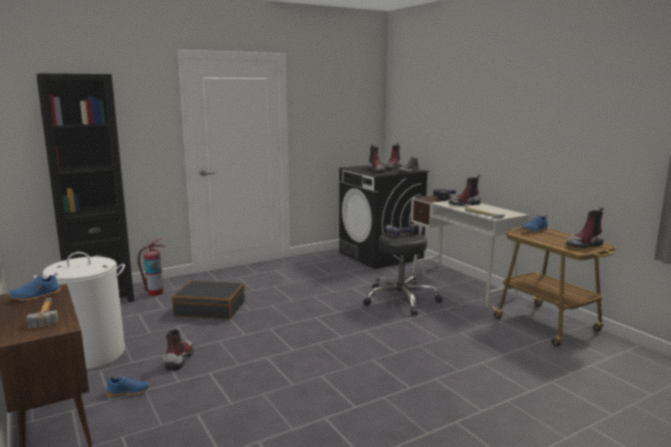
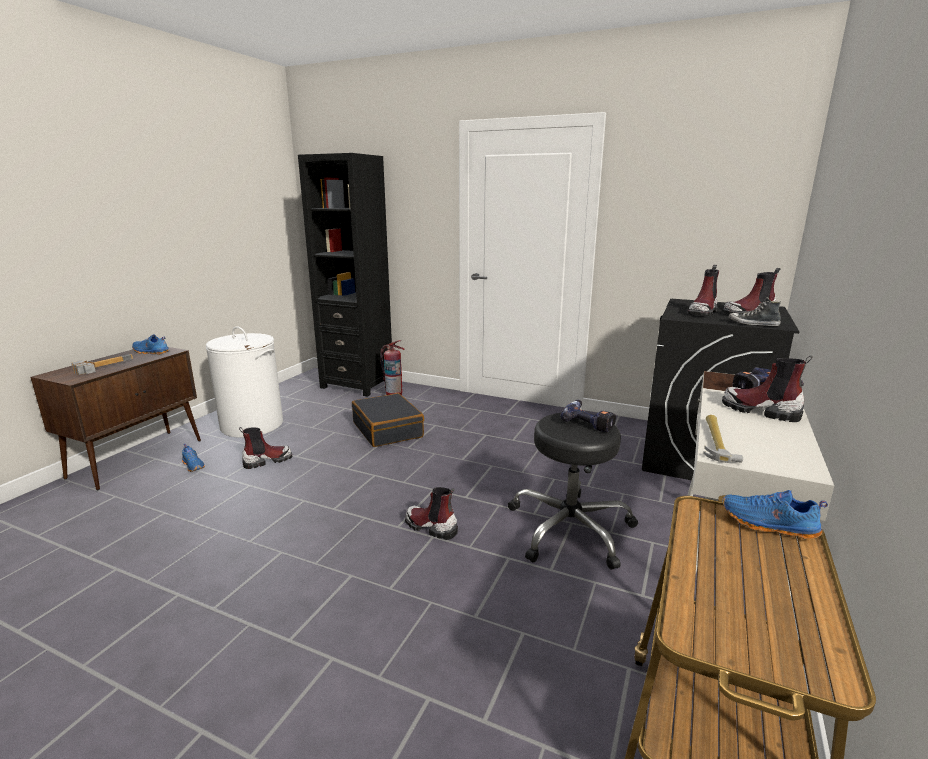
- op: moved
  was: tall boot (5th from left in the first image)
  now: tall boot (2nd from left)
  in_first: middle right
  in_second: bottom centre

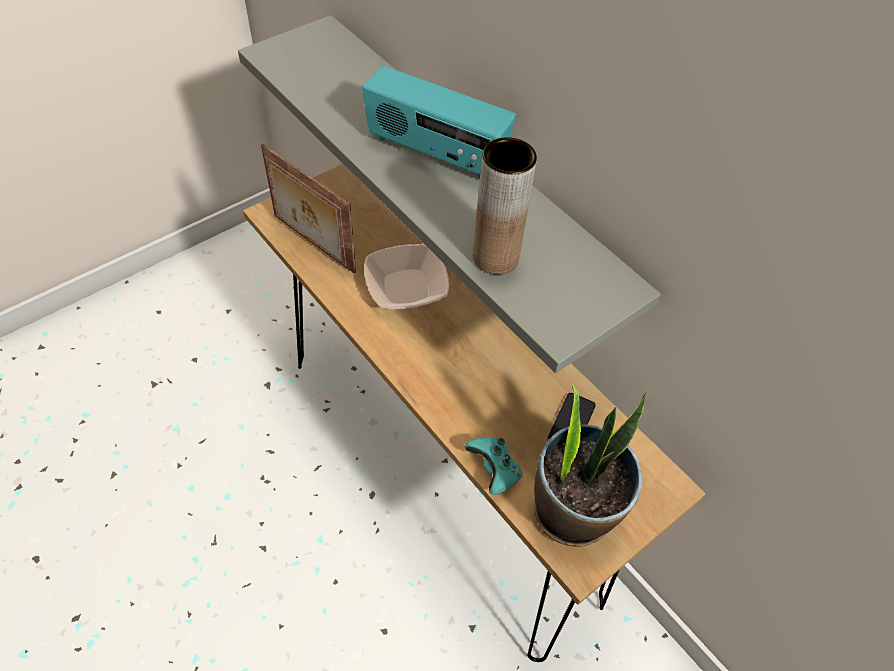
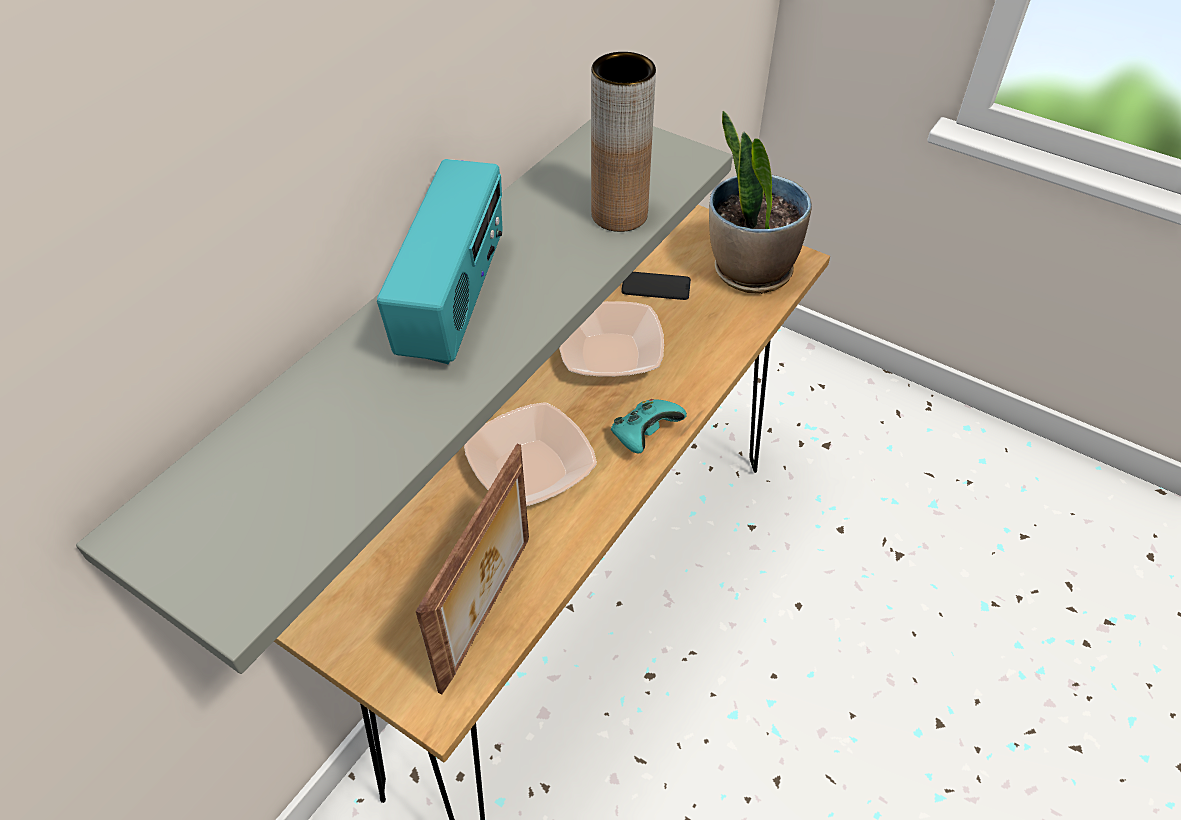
- op: moved
  was: turquoise gamepad
  in_first: bottom centre
  in_second: centre
- op: added
  now: serving bowl (2nd from left)
  in_second: centre

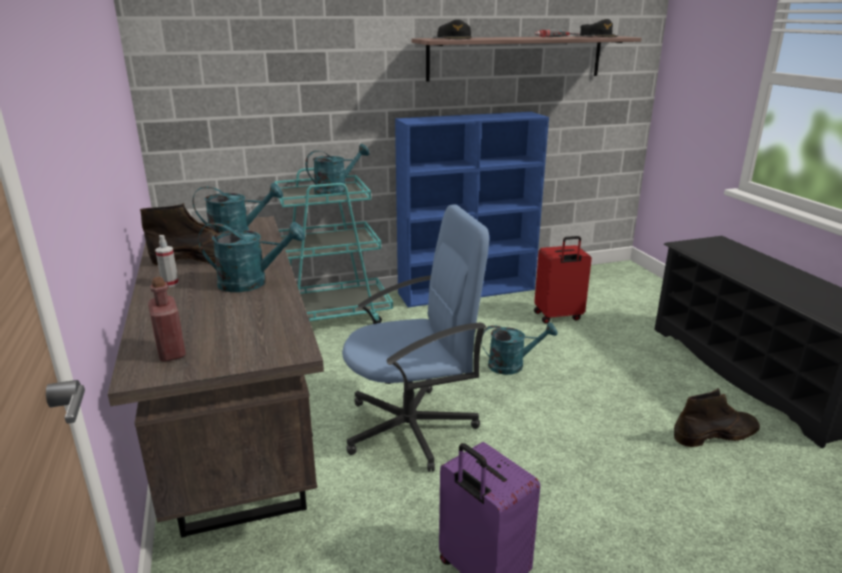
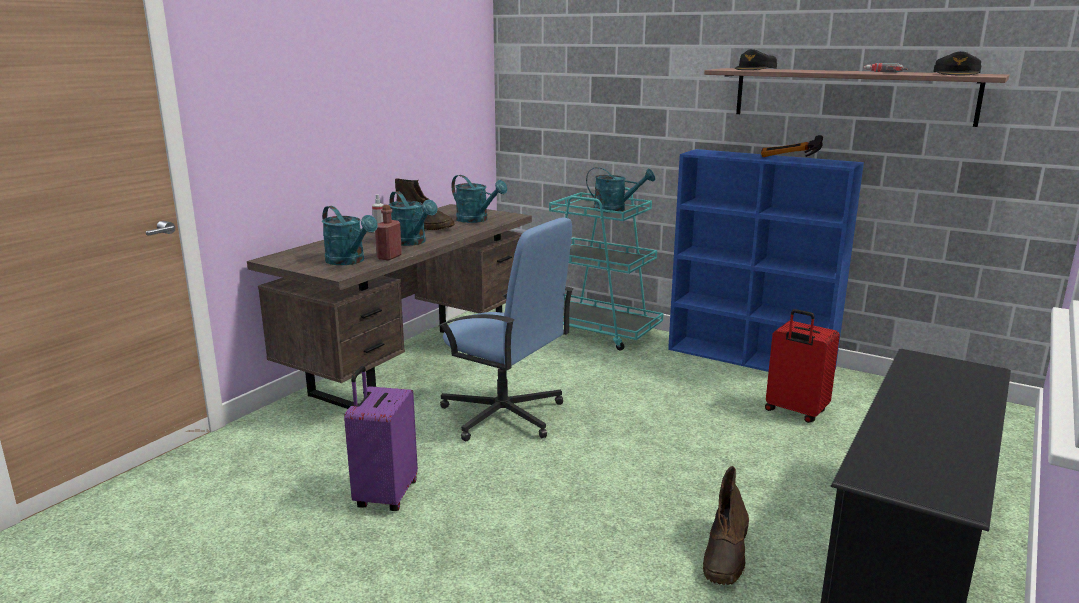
- op: moved
  was: reddish bottle
  in_first: middle left
  in_second: centre
- op: moved
  was: turquoise watering can (4th from left in the first image)
  now: turquoise watering can (1st from left)
  in_first: centre
  in_second: middle left
- op: turned
  was: brown-coloured tall boot (2nd from left)
  in_first: bottom right
  in_second: bottom right
  clockwise: 75
- op: added
  now: hammer
  in_second: top right

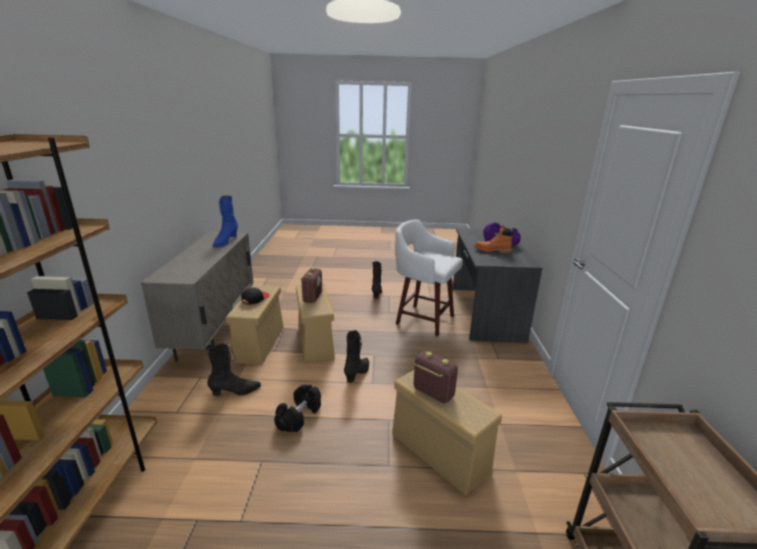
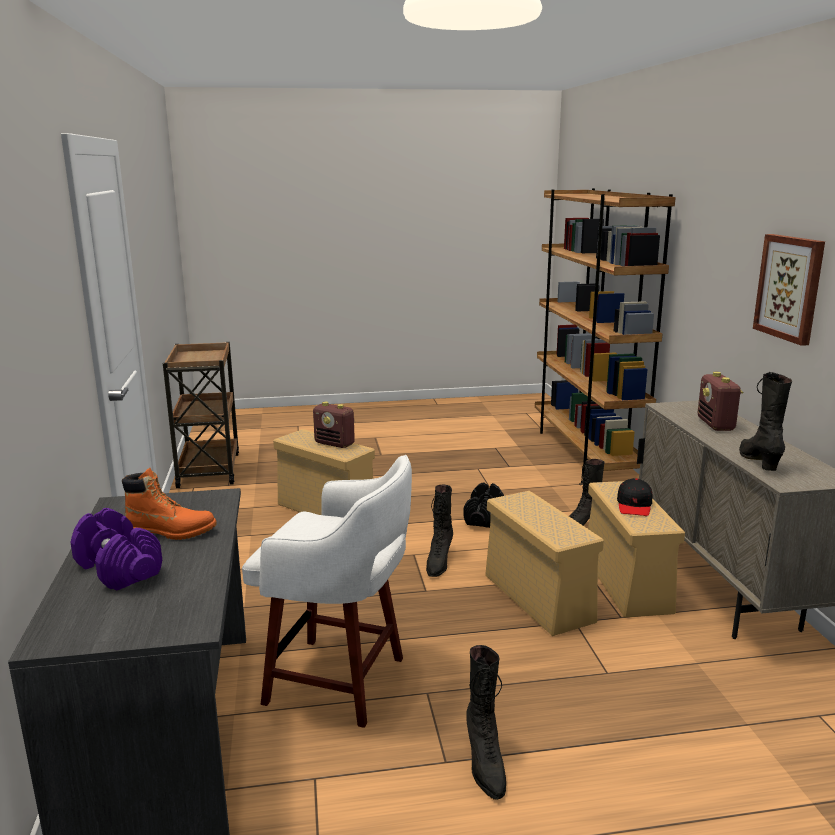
- op: recoloured
  was: blue tall boot
  now: black-coloured tall boot (4th from left)
  in_first: middle left
  in_second: middle right
- op: moved
  was: radio set (1st from left in the first image)
  now: radio set (2nd from left)
  in_first: centre
  in_second: middle right
- op: added
  now: picture
  in_second: middle right

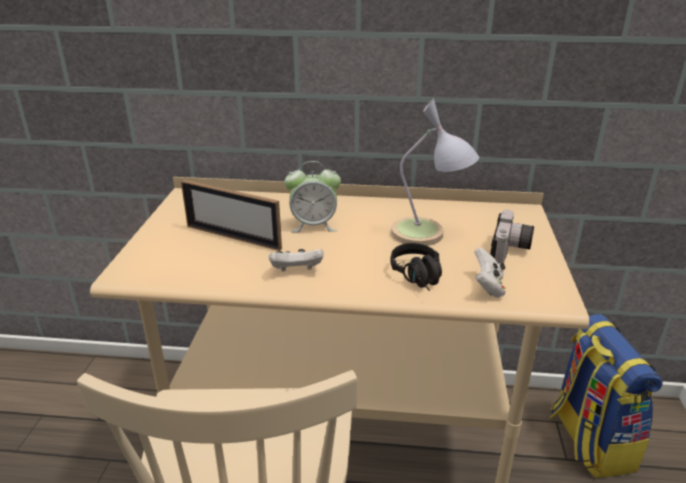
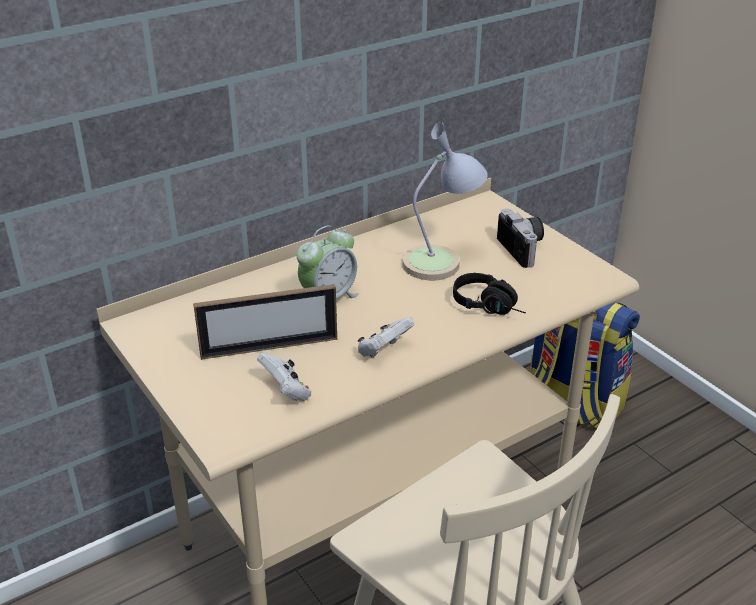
- op: moved
  was: white-coloured gamepad (2nd from left in the first image)
  now: white-coloured gamepad (1st from left)
  in_first: middle right
  in_second: centre

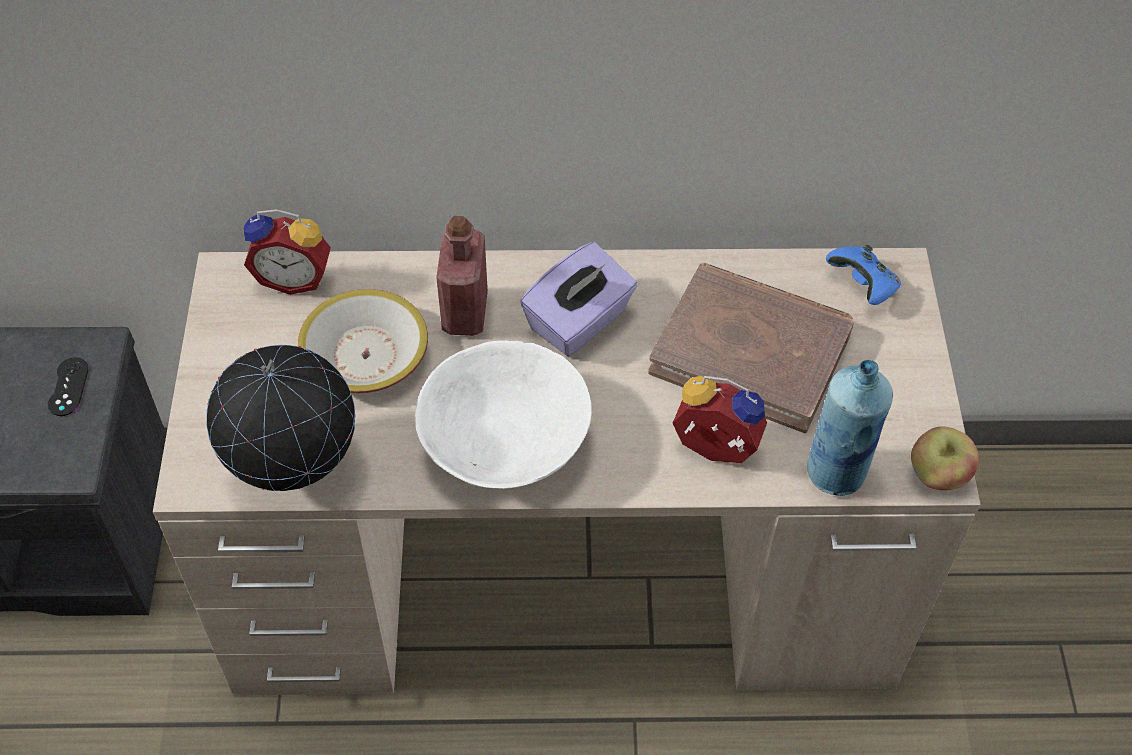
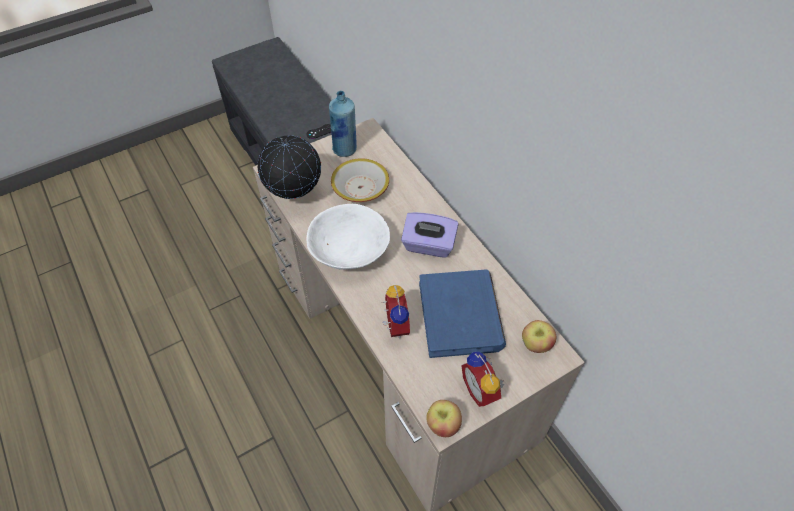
- op: moved
  was: bedside clock (1st from left in the first image)
  now: bedside clock (2nd from left)
  in_first: middle left
  in_second: bottom centre
- op: removed
  was: reddish bottle
  in_first: centre
- op: replaced
  was: blue gamepad
  now: whole apple (2nd from left)
  in_first: middle right
  in_second: middle right
- op: recoloured
  was: brown-coloured volume
  now: blue volume
  in_first: centre
  in_second: centre
- op: moved
  was: blue bottle
  in_first: middle right
  in_second: top centre

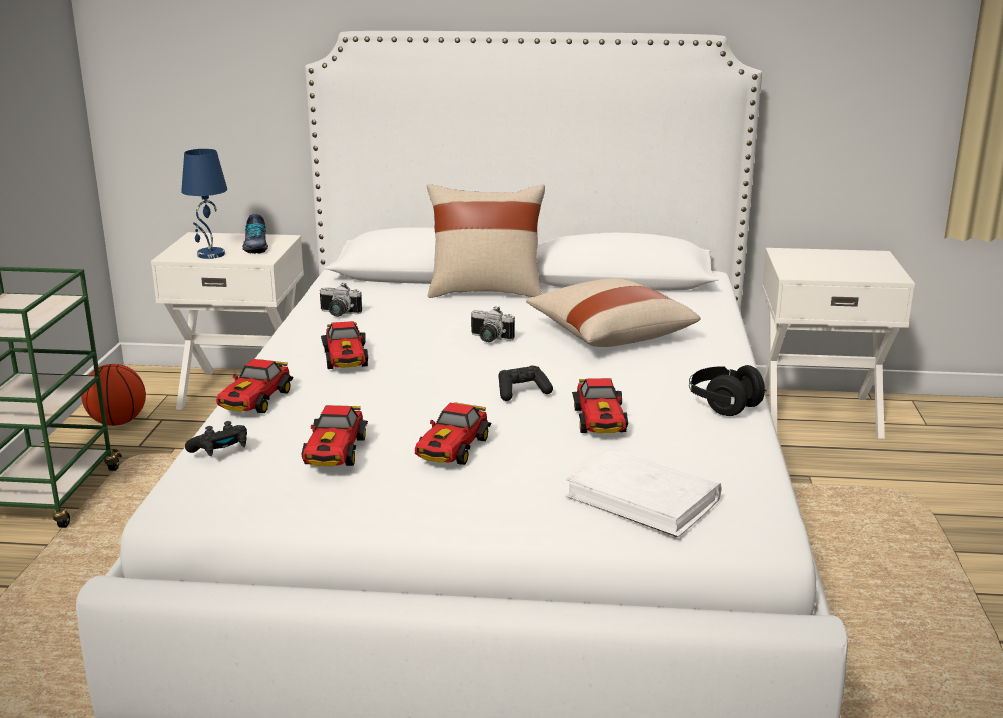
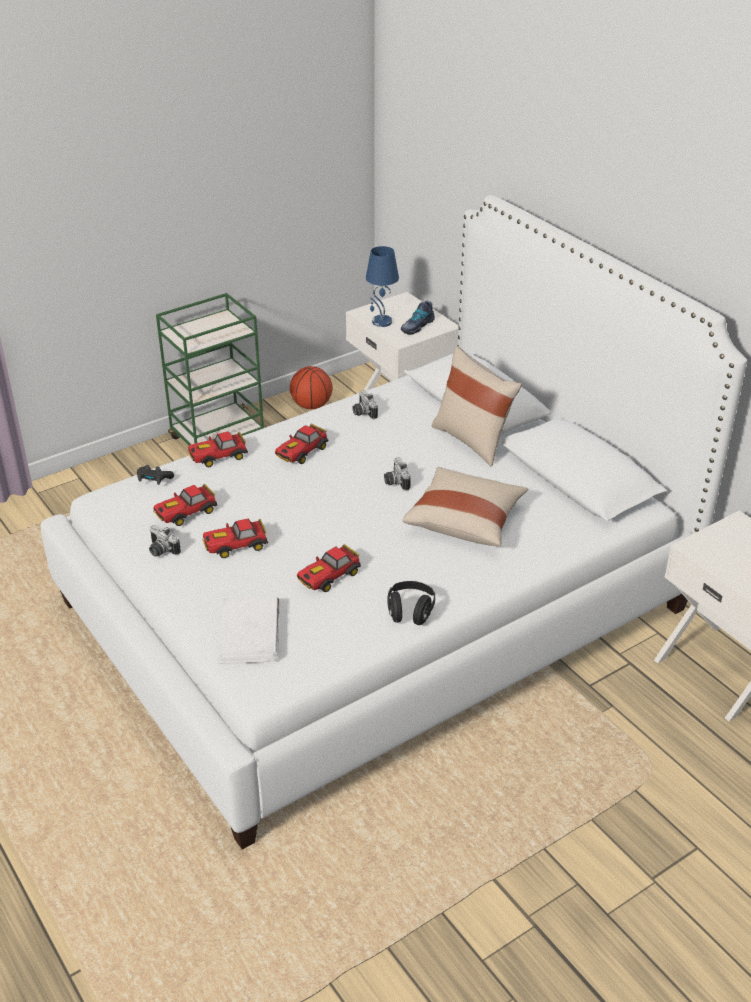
- op: removed
  was: black-coloured gamepad (2nd from left)
  in_first: centre
- op: added
  now: still camera (1st from left)
  in_second: middle left

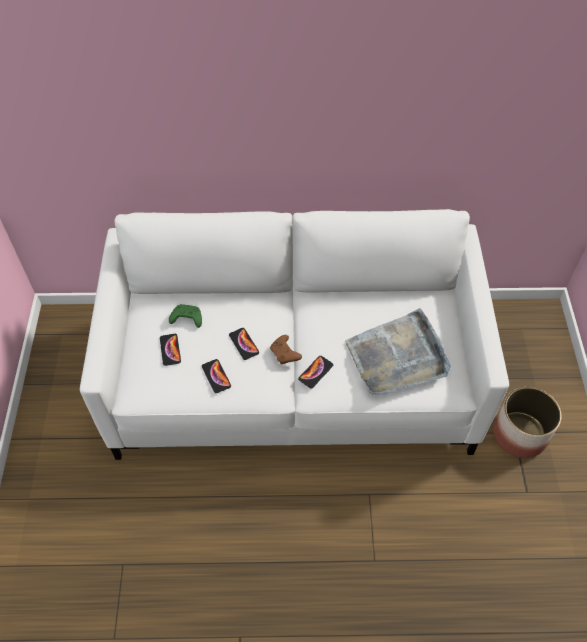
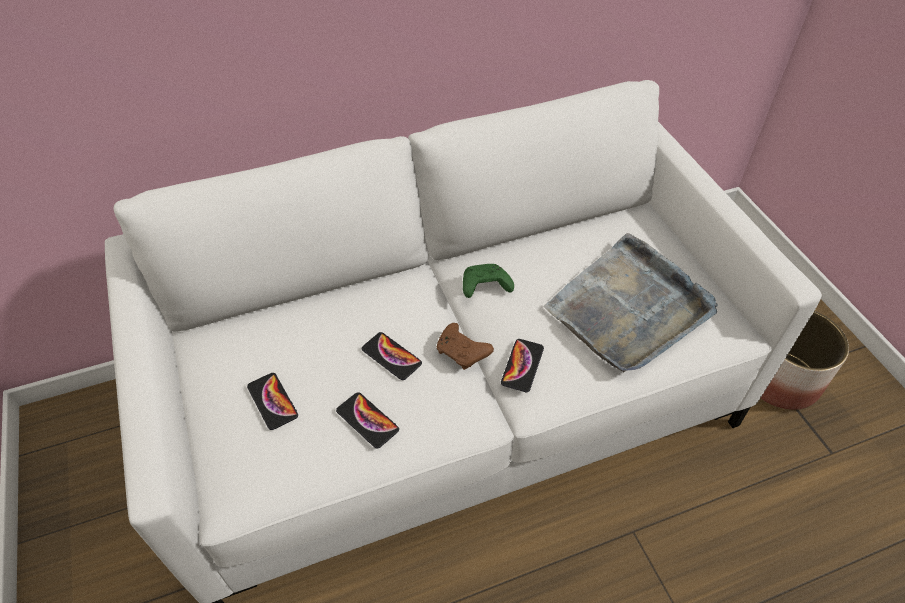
- op: moved
  was: green gamepad
  in_first: middle left
  in_second: centre

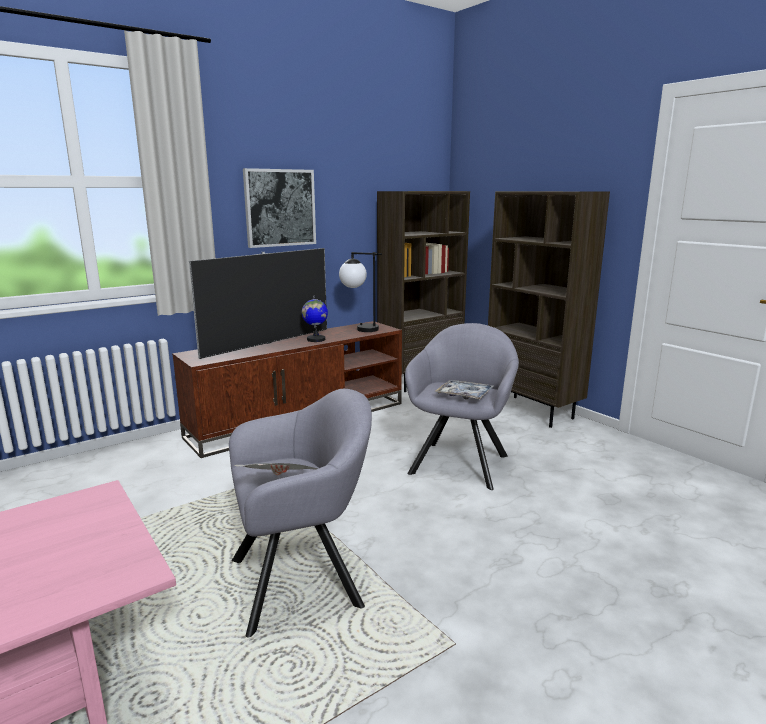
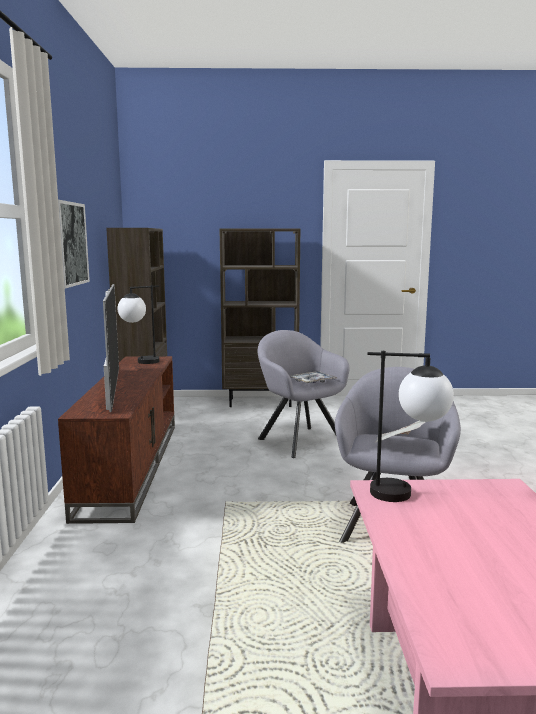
- op: removed
  was: globe
  in_first: centre
- op: added
  now: tabletop lamp (2nd from left)
  in_second: middle right

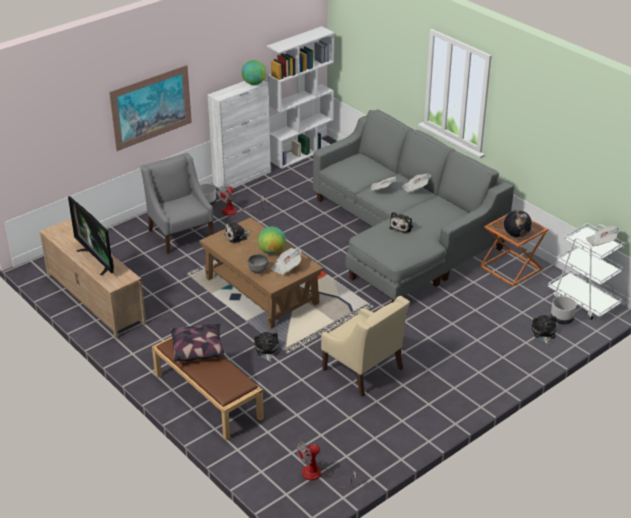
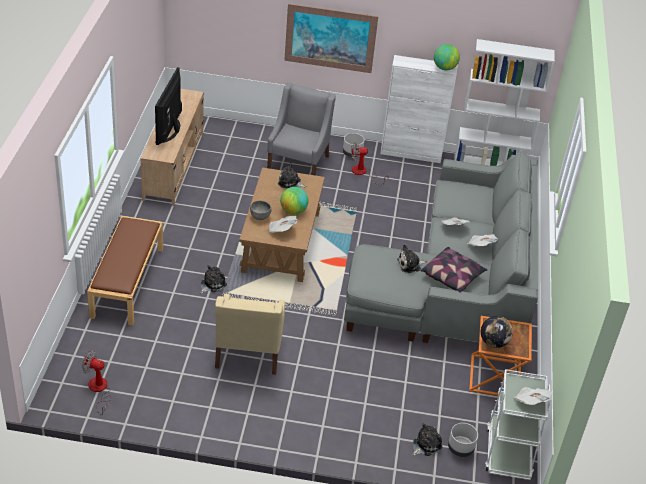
- op: moved
  was: pillow
  in_first: middle left
  in_second: middle right

